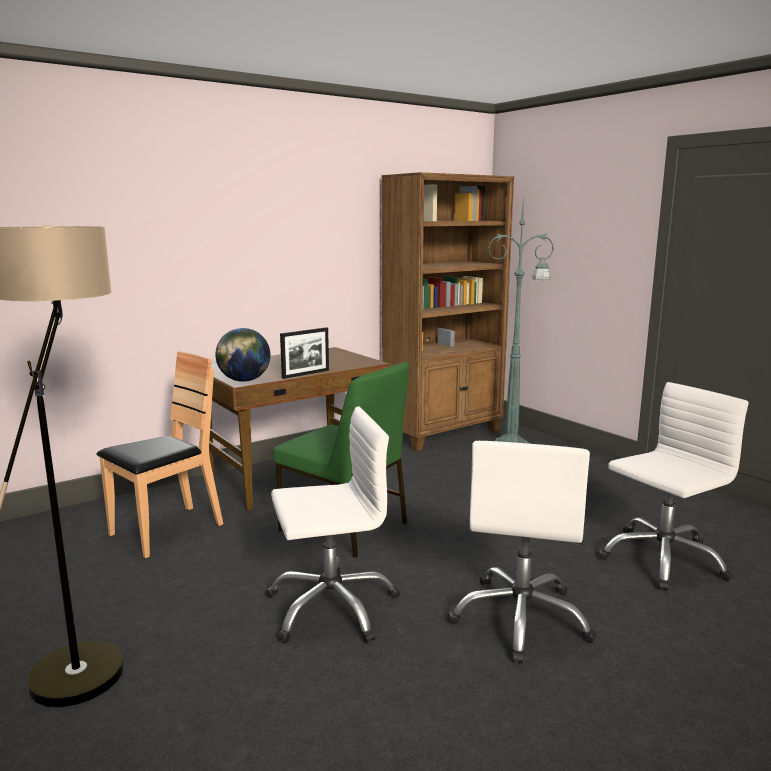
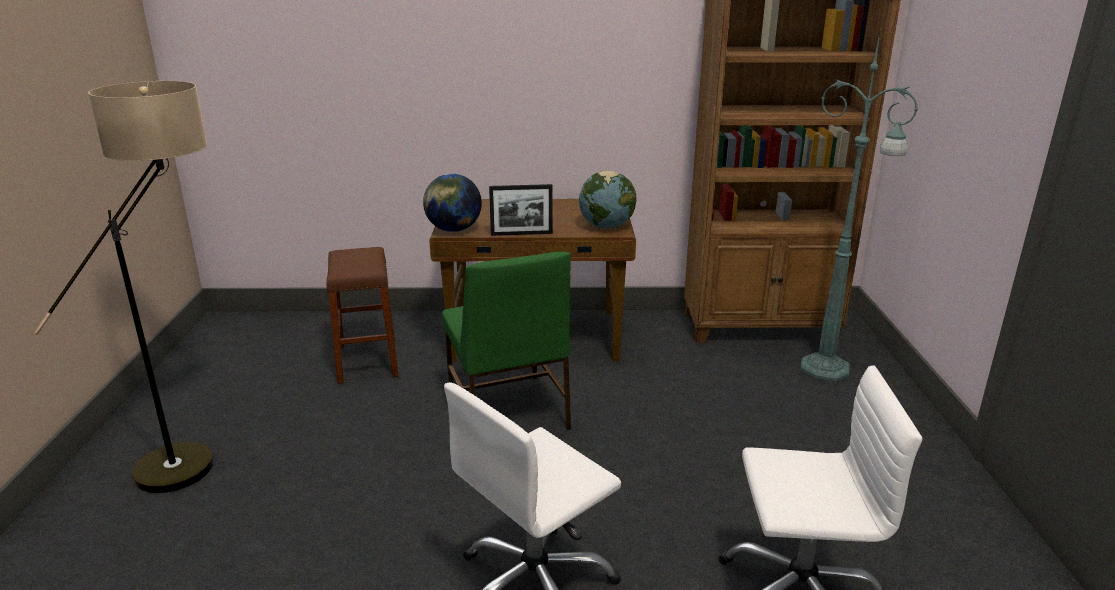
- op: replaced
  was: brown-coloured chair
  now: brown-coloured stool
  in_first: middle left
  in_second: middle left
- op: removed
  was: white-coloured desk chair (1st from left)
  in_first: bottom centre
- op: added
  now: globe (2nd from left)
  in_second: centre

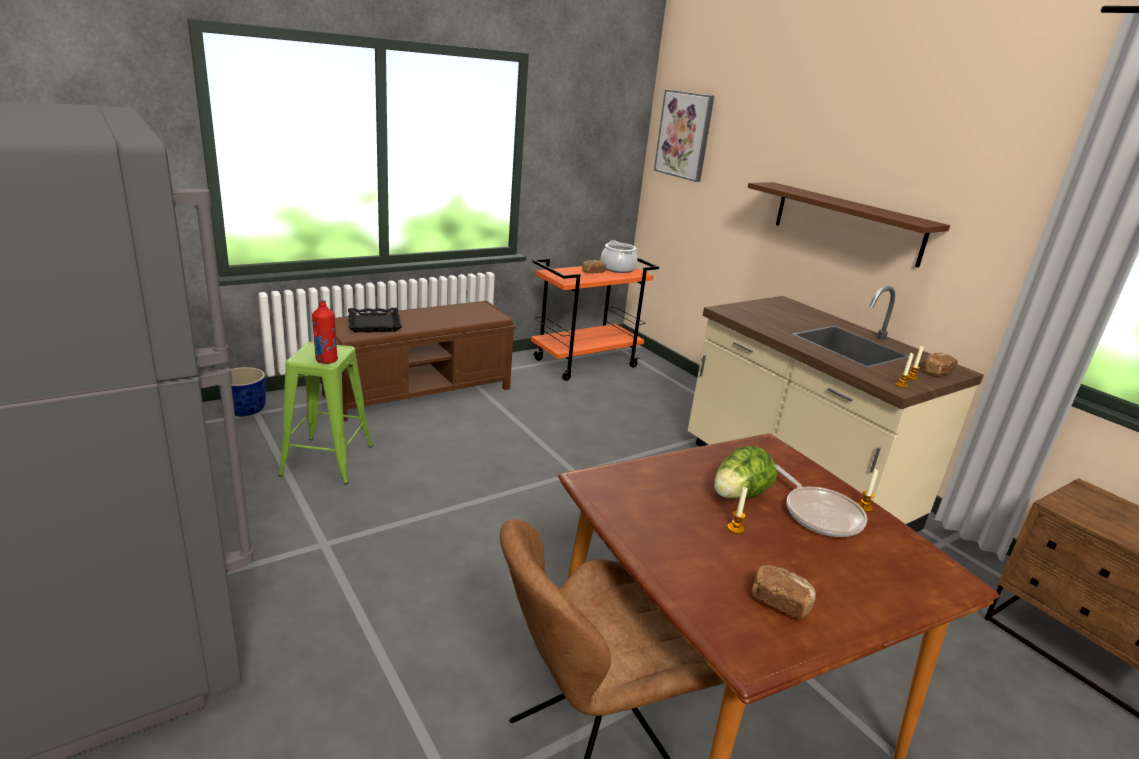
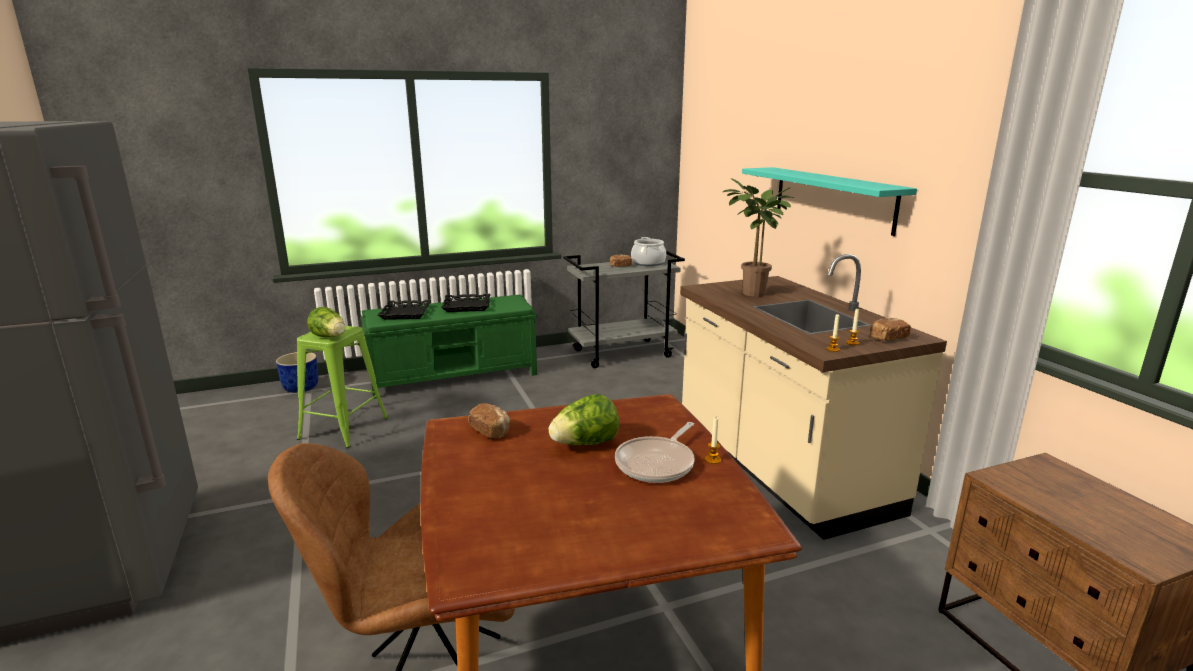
- op: removed
  was: picture
  in_first: top centre
- op: recoloured
  was: brown-coloured wall shelf
  now: turquoise wall shelf
  in_first: top right
  in_second: top right
- op: recoloured
  was: orange-coloured cart
  now: greyish cart
  in_first: centre
  in_second: centre
- op: replaced
  was: reddish bottle
  now: head of lettuce (1st from left)
  in_first: middle left
  in_second: middle left
- op: recoloured
  was: brown-coloured indoor bench
  now: green indoor bench
  in_first: centre
  in_second: centre
- op: turned
  was: skillet
  in_first: middle right
  in_second: bottom centre
  clockwise: 45
- op: removed
  was: wax light (1st from left)
  in_first: bottom centre
- op: moved
  was: bread (2nd from left in the first image)
  now: bread (1st from left)
  in_first: bottom right
  in_second: centre
- op: added
  now: potted plant
  in_second: centre
- op: added
  now: black-coloured serving tray (2nd from left)
  in_second: centre

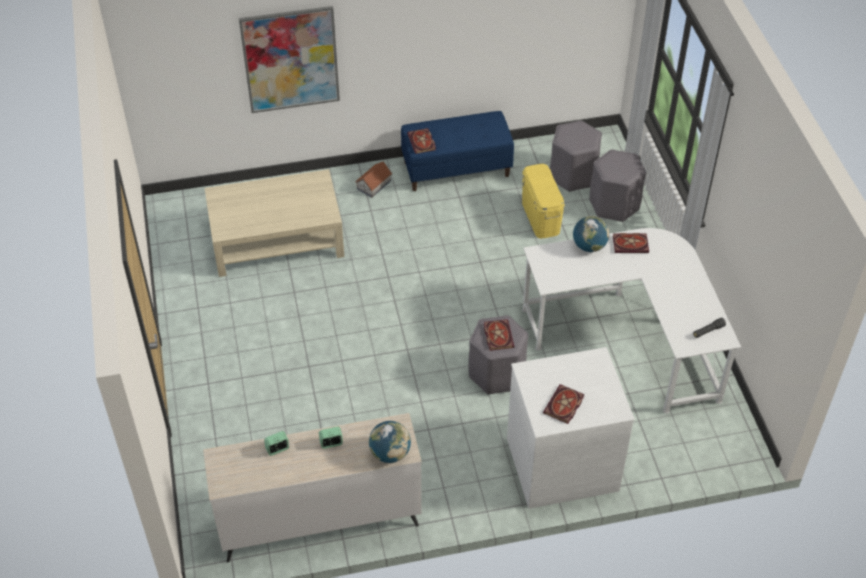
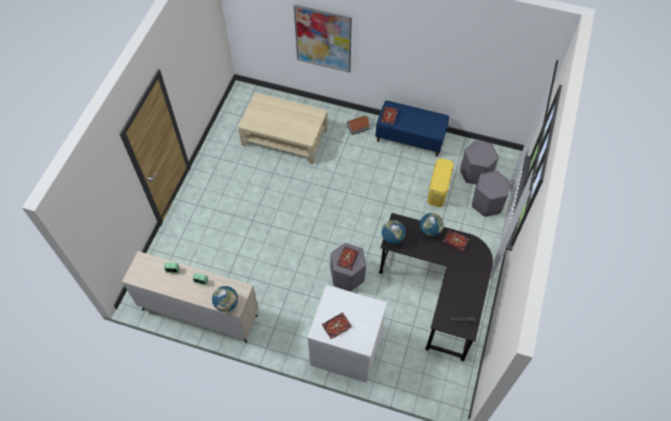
- op: recoloured
  was: white-coloured desk unit
  now: black-coloured desk unit
  in_first: middle right
  in_second: bottom centre
- op: added
  now: globe (2nd from left)
  in_second: centre

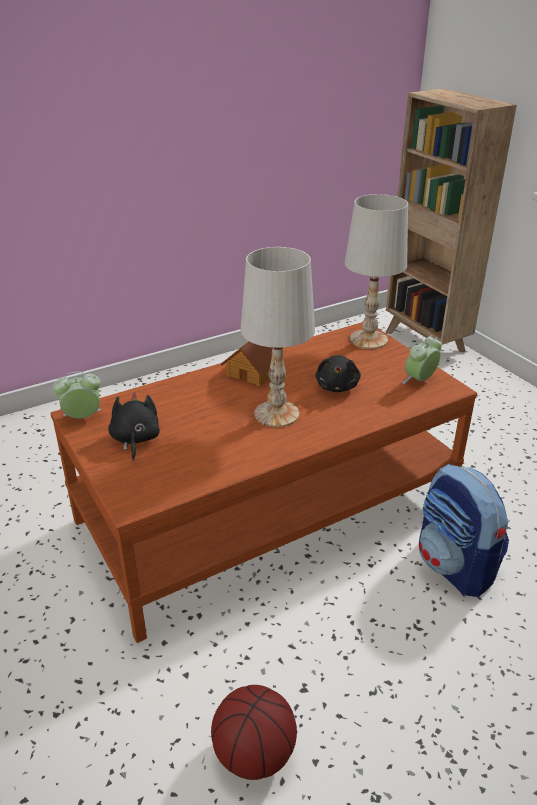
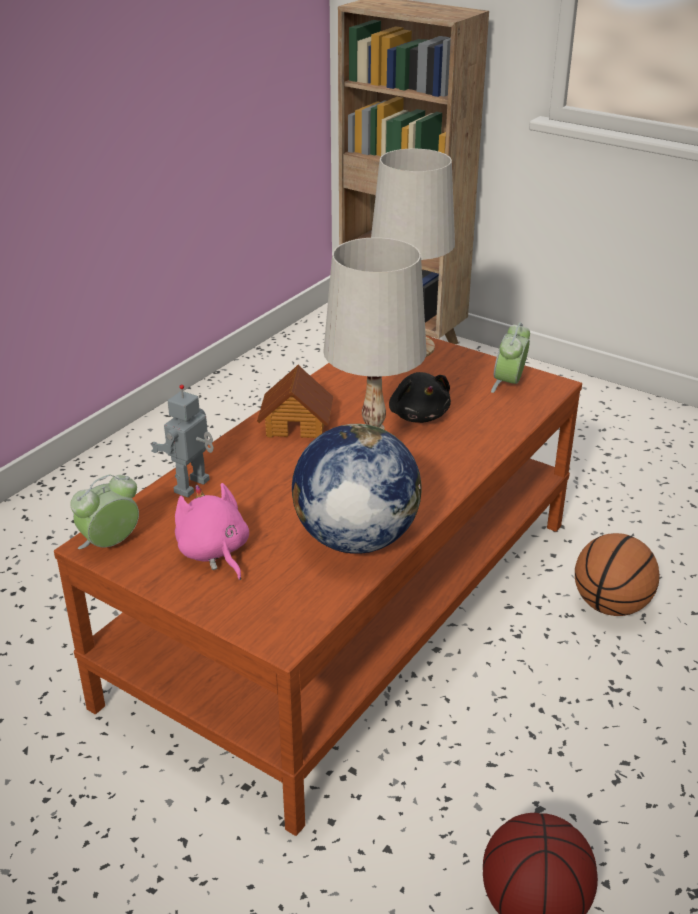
- op: recoloured
  was: black-coloured soft toy (1st from left)
  now: pinkish soft toy
  in_first: middle left
  in_second: middle left
- op: replaced
  was: backpack
  now: basketball ball (2nd from left)
  in_first: middle right
  in_second: middle right
- op: added
  now: model robot
  in_second: middle left
- op: added
  now: globe
  in_second: centre

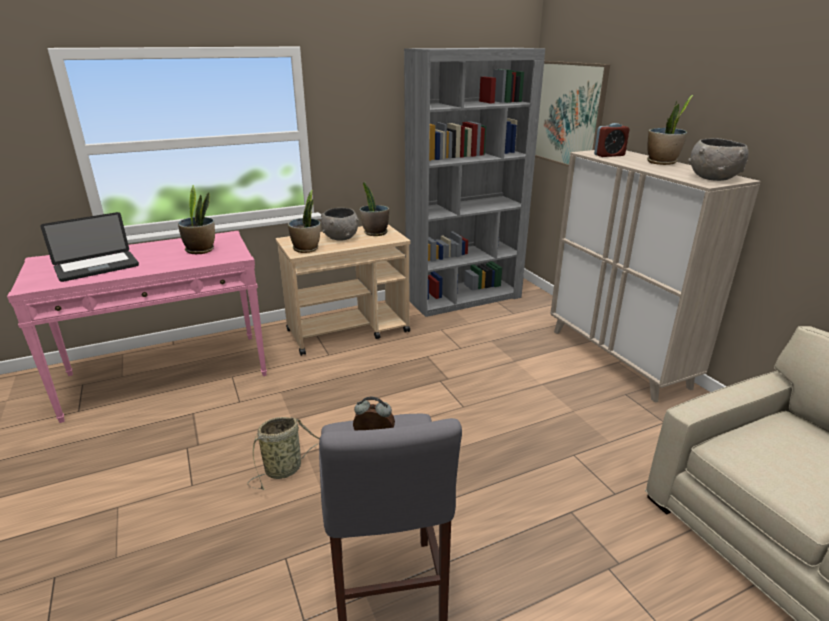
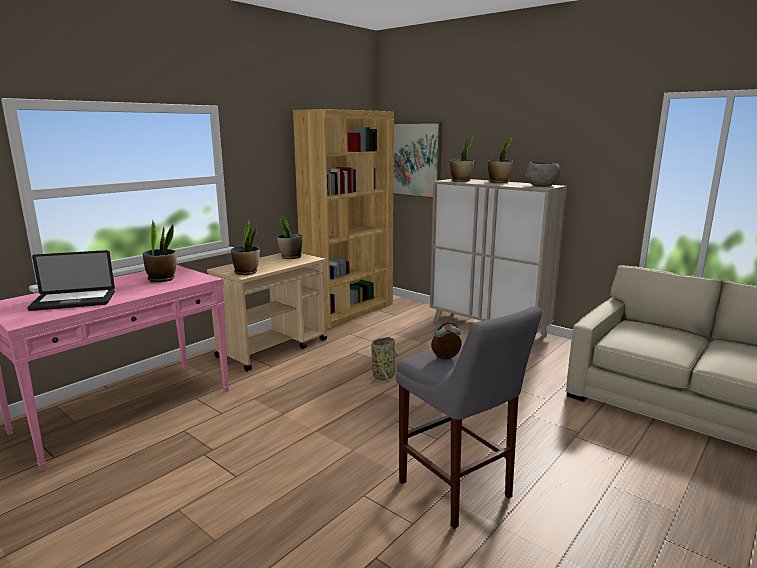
- op: recoloured
  was: greyish bookshelf
  now: brown-coloured bookshelf
  in_first: top centre
  in_second: centre
- op: replaced
  was: bedside clock (2nd from left)
  now: potted plant (4th from left)
  in_first: top right
  in_second: top centre
- op: removed
  was: greyish serving bowl (1st from left)
  in_first: centre
- op: turned
  was: notebook computer
  in_first: middle left
  in_second: middle left
  clockwise: 45
- op: moved
  was: basket
  in_first: bottom centre
  in_second: centre

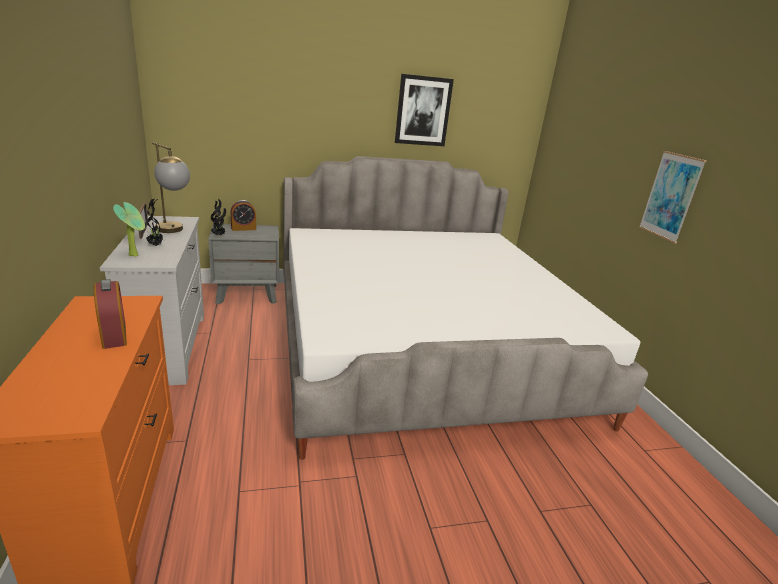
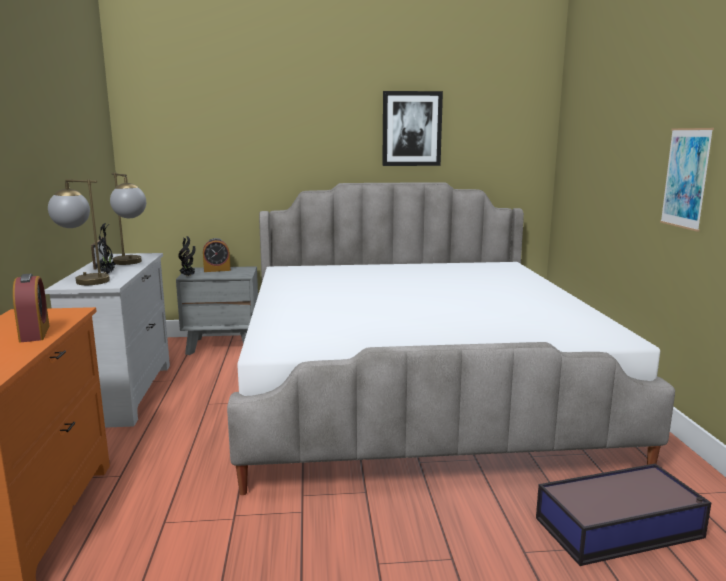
- op: replaced
  was: potted plant (1st from left)
  now: tabletop lamp (1st from left)
  in_first: middle left
  in_second: middle left
- op: added
  now: storage container
  in_second: bottom right

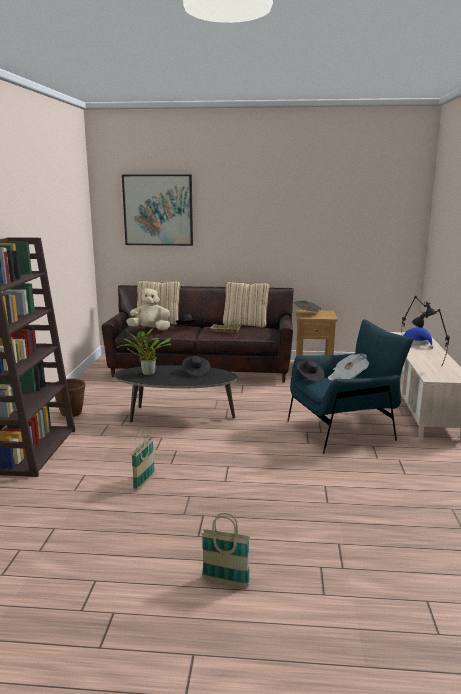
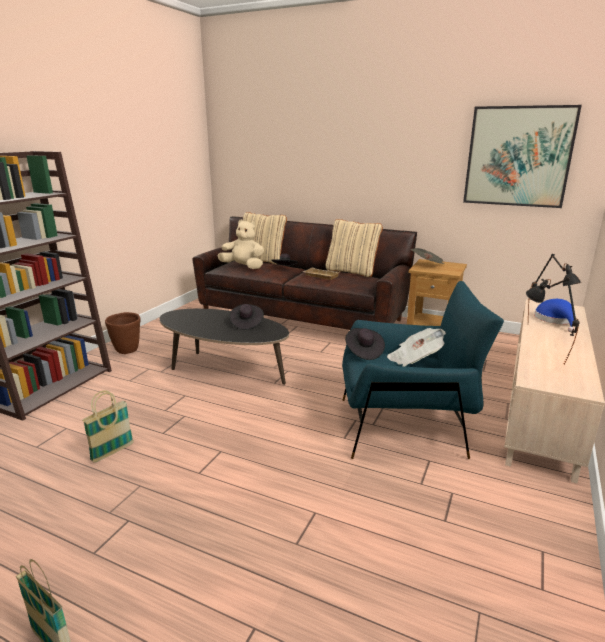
- op: moved
  was: picture
  in_first: top centre
  in_second: top right
- op: removed
  was: potted plant
  in_first: middle left

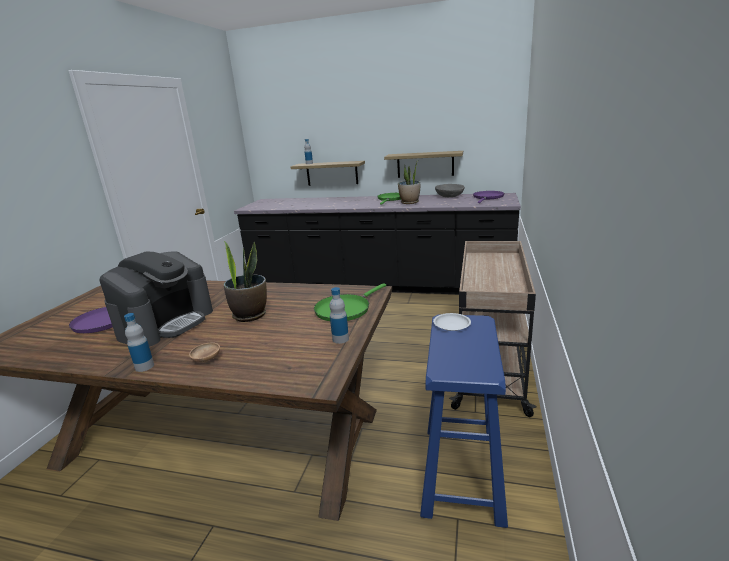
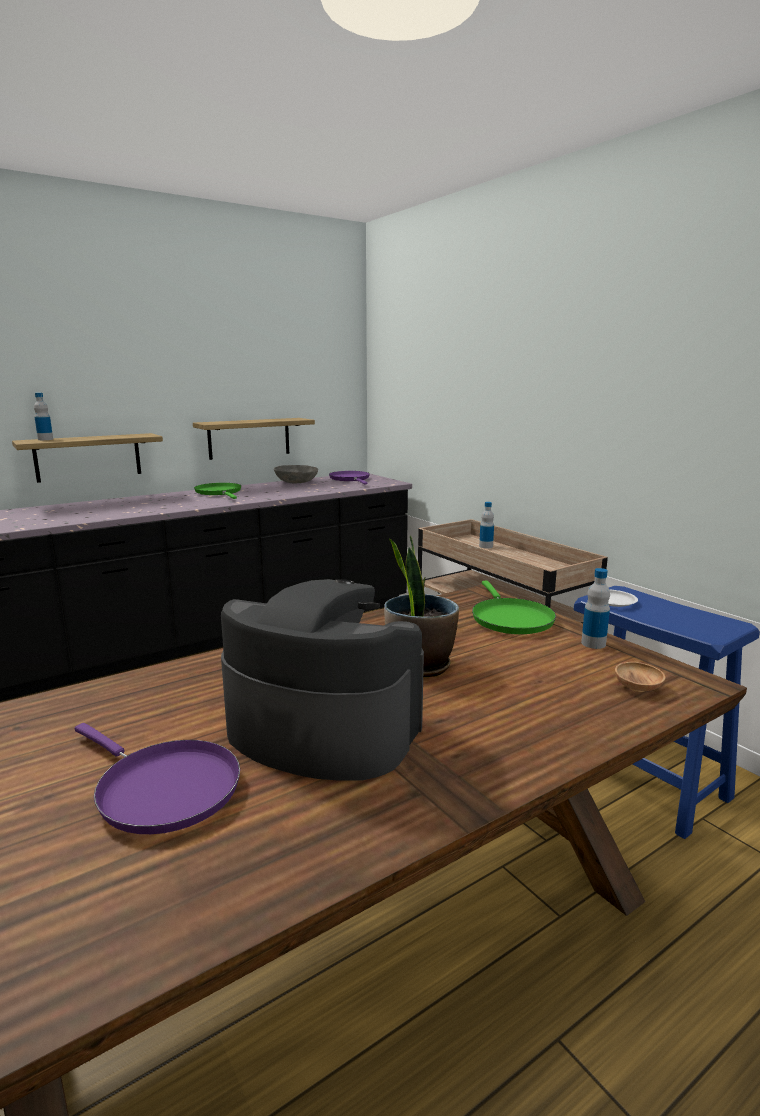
- op: removed
  was: potted plant (2nd from left)
  in_first: top centre
- op: turned
  was: coffee machine
  in_first: middle left
  in_second: centre
  clockwise: -45
- op: moved
  was: bottle (1st from left in the first image)
  now: bottle (2nd from left)
  in_first: middle left
  in_second: centre
- op: moved
  was: brown-coloured serving bowl
  in_first: middle left
  in_second: middle right

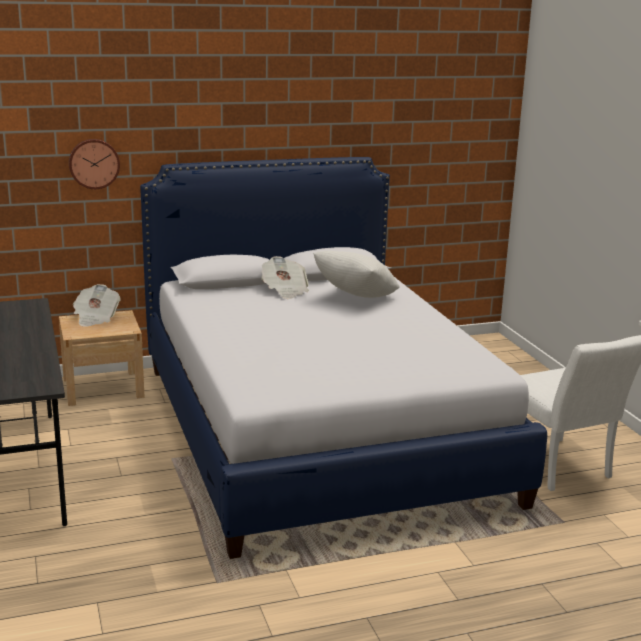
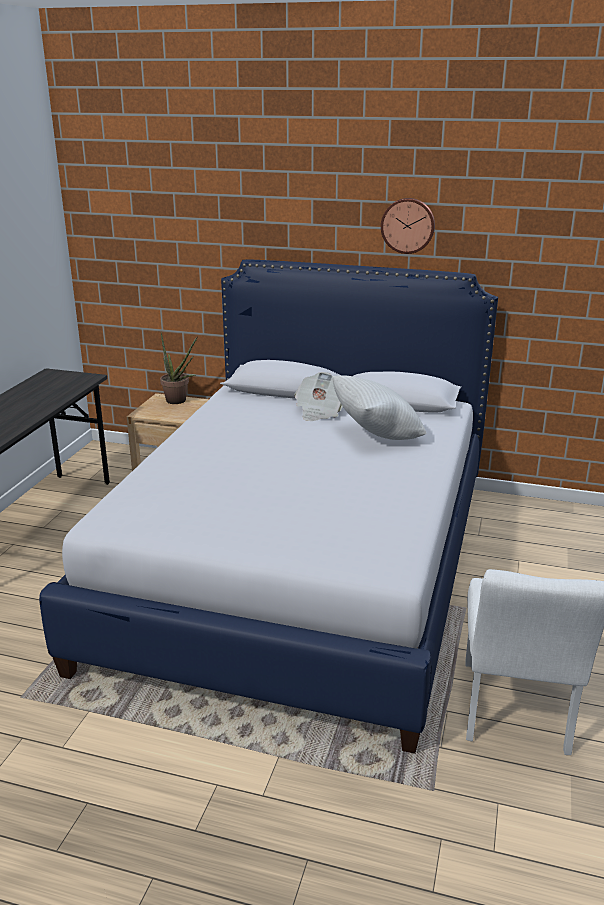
- op: moved
  was: clock on the wall
  in_first: top left
  in_second: top right
- op: replaced
  was: printed paper (1st from left)
  now: potted plant
  in_first: middle left
  in_second: middle left

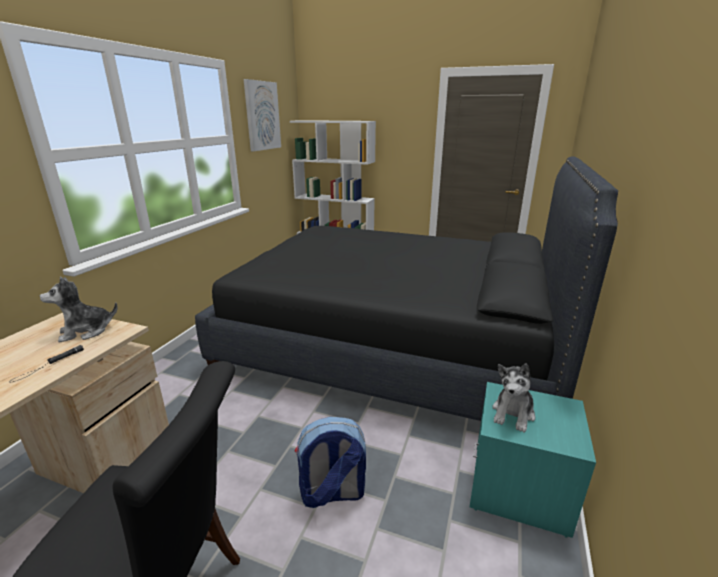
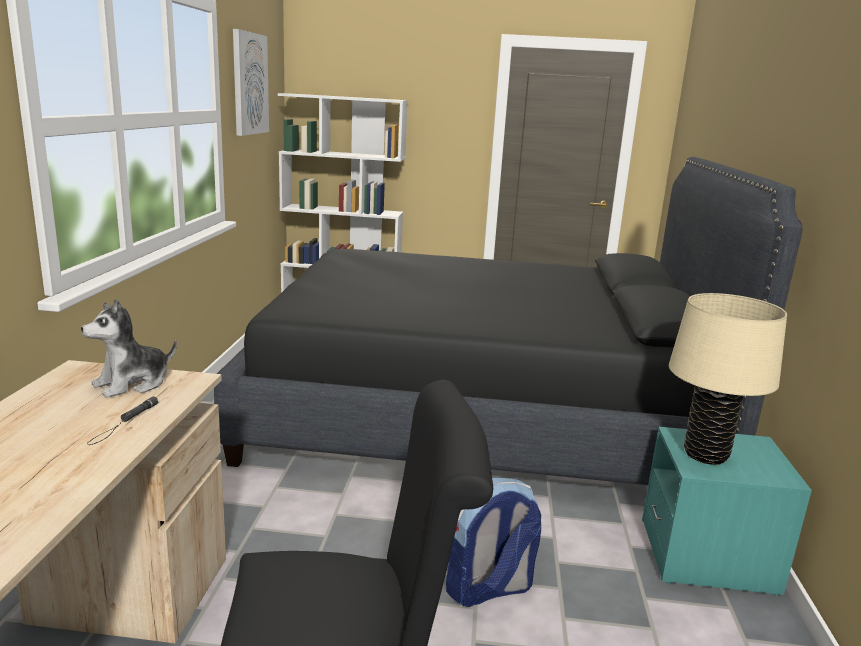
- op: replaced
  was: soft toy (2nd from left)
  now: beige-coloured tabletop lamp
  in_first: bottom right
  in_second: middle right

